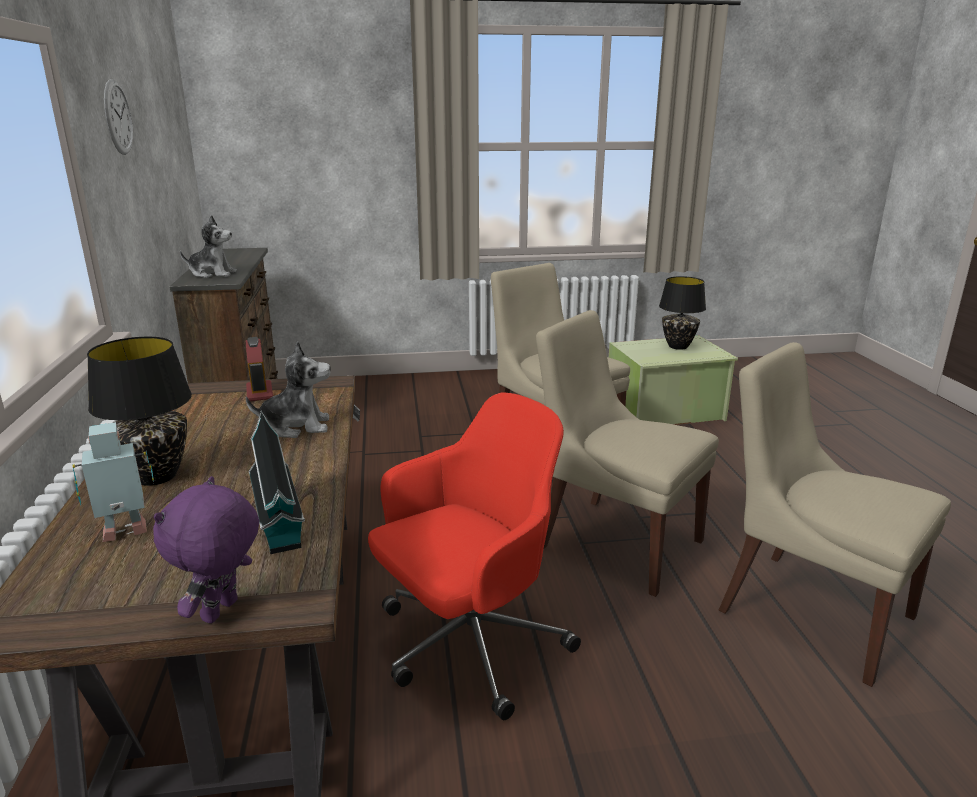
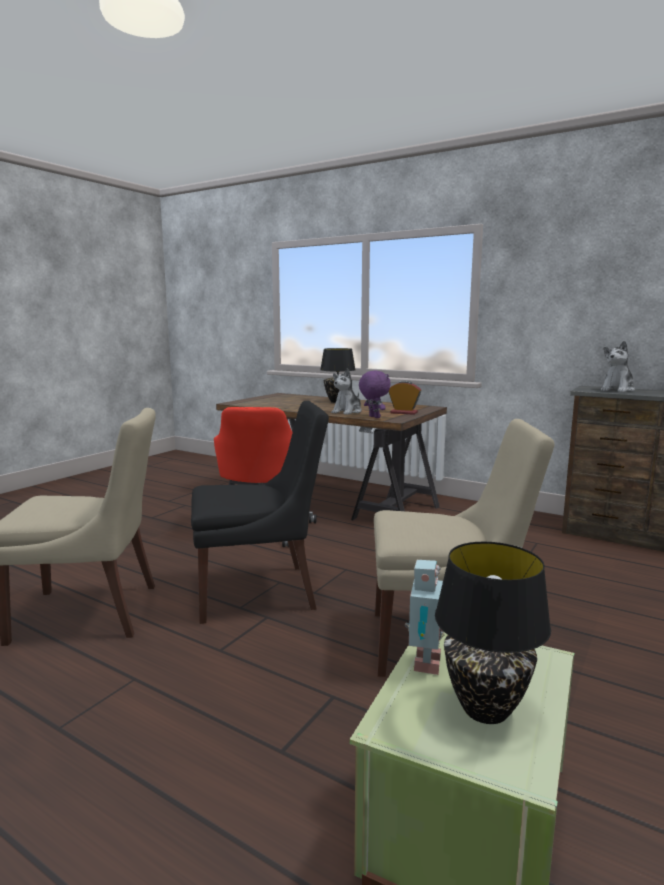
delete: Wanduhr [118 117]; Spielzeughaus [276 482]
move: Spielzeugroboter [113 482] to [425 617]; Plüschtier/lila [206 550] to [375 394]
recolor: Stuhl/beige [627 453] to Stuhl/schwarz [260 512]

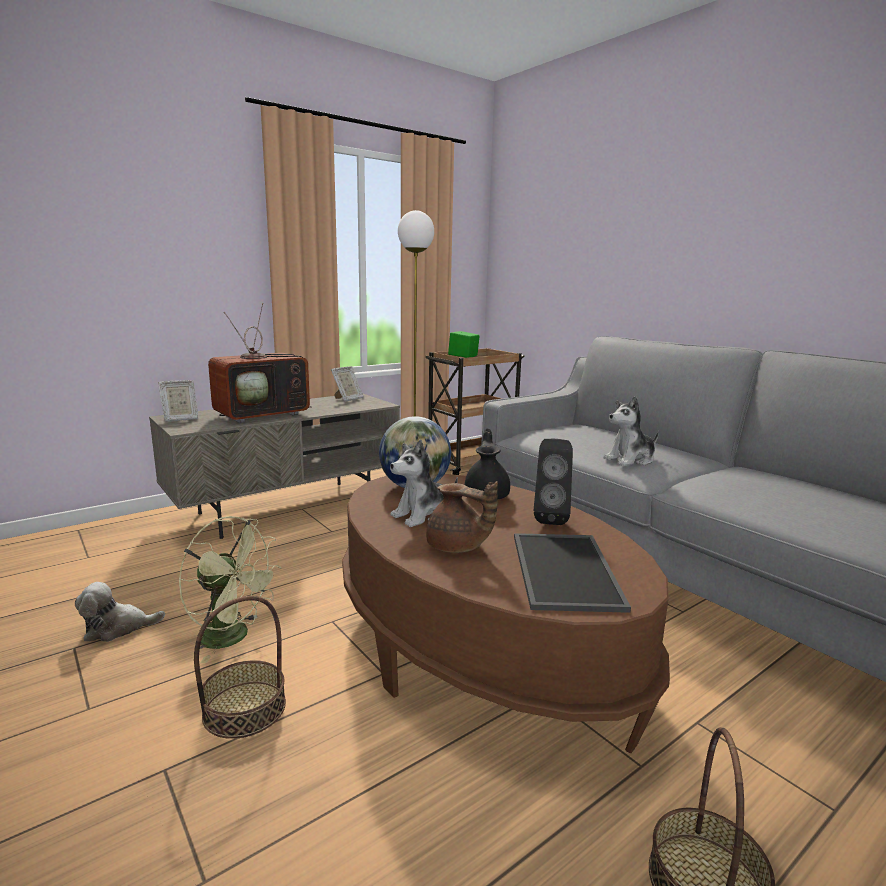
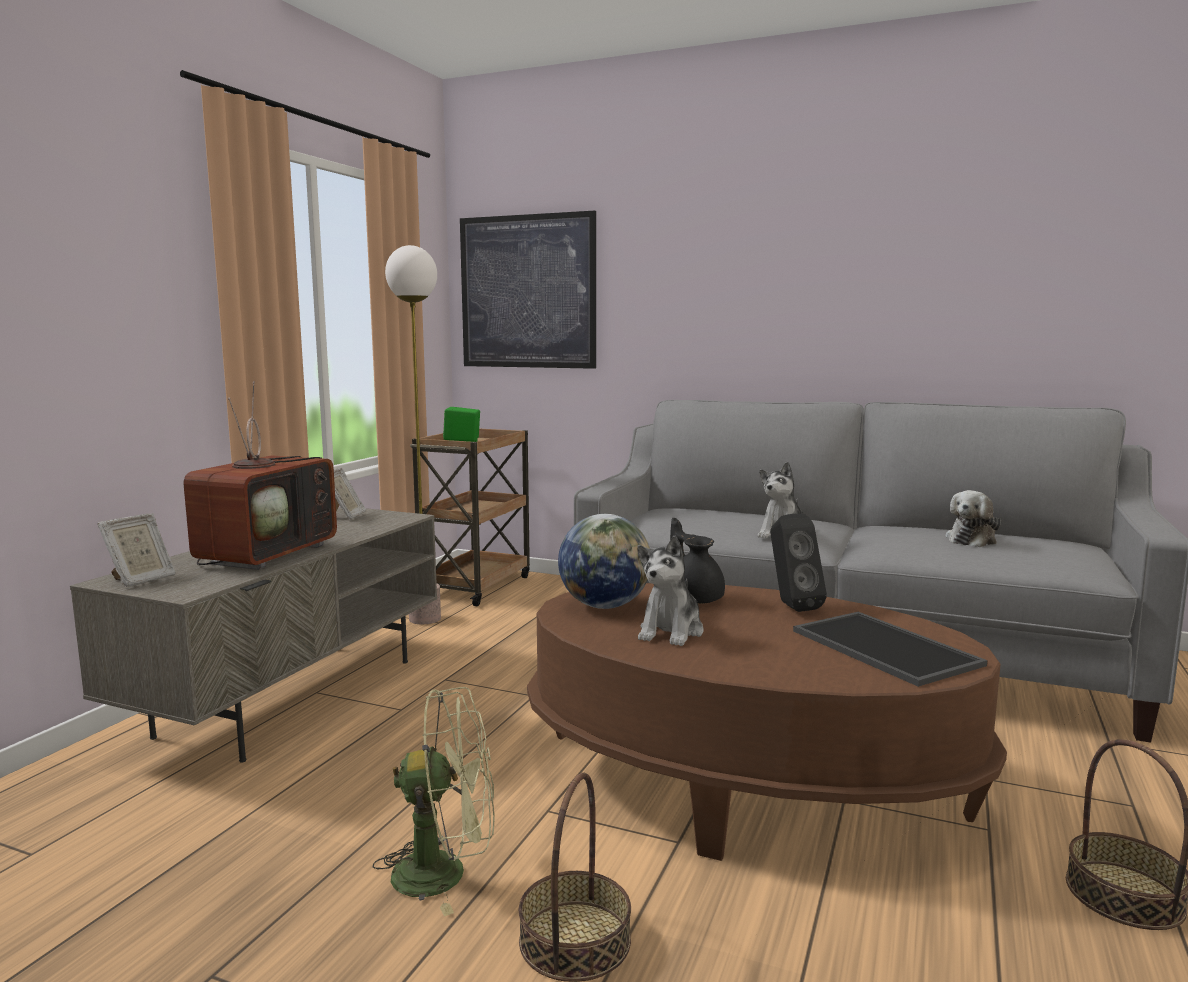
delete: Teekanne/braun [462 517]
insert: Bild [528 290]
move: Plüschtier [120 612] to [973 518]

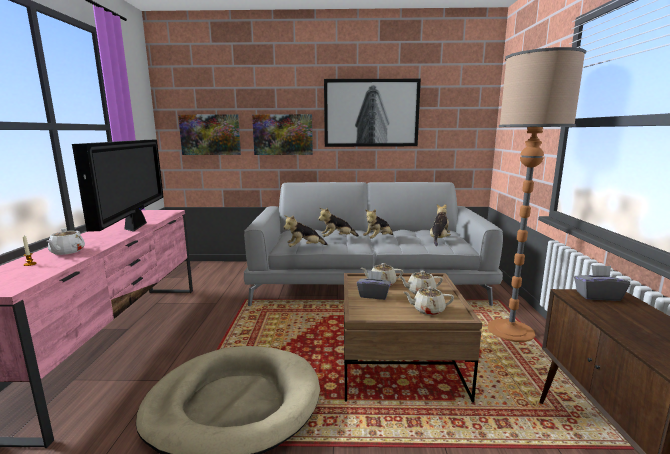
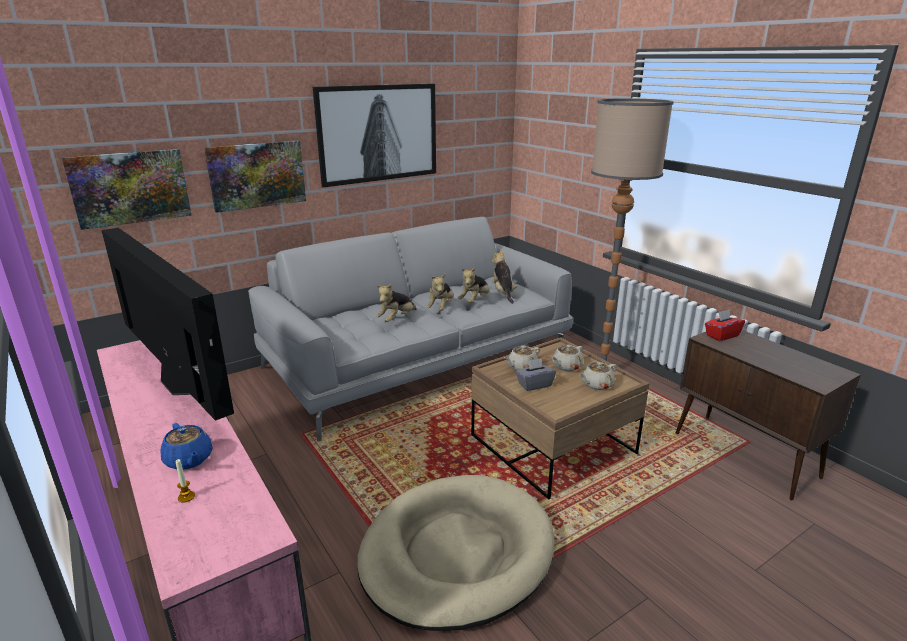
move: Plüschtier [305 231] to [473 285]
recolor: Teekanne/weiß [66 241] to Teekanne/blau [186 446]; Taschentuchbox/grau [602 283] to Taschentuchbox/rot [725 325]

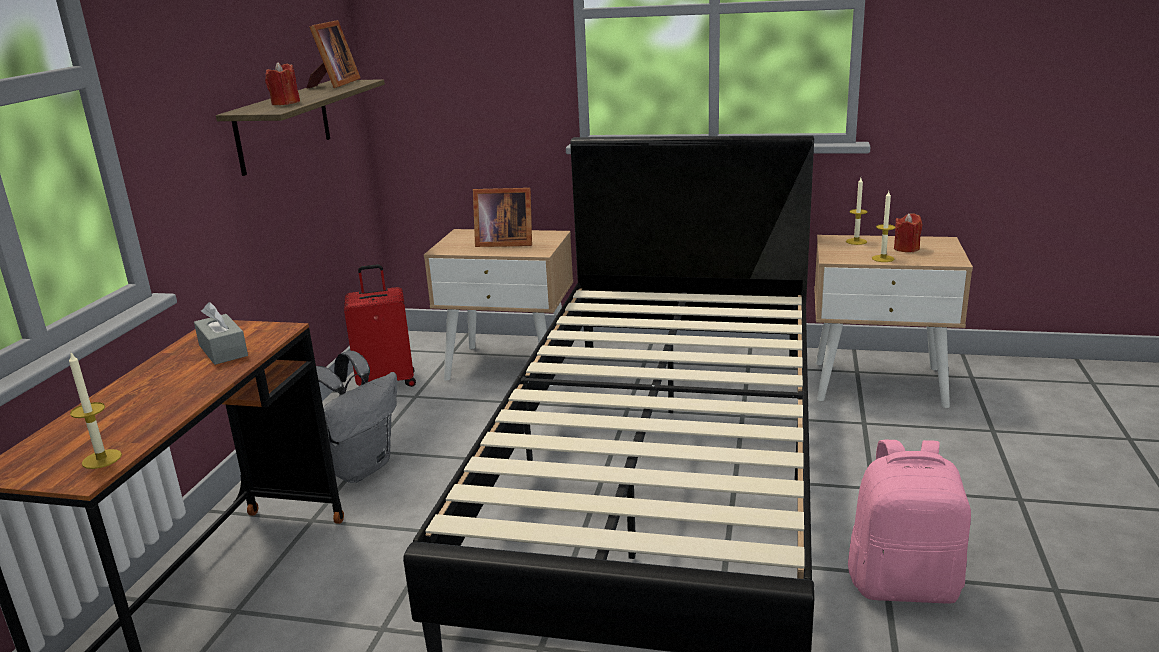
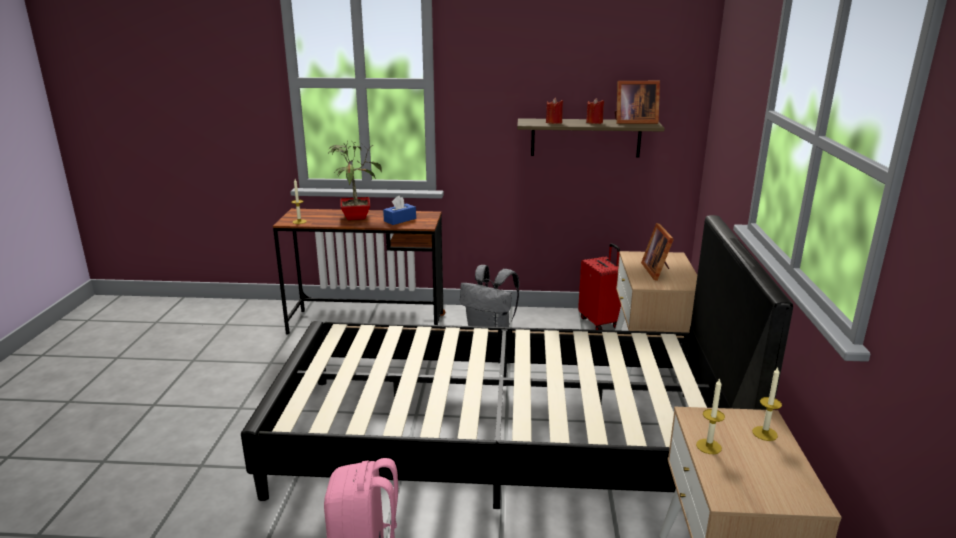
insert: Topfpflanze [355 180]
move: Kerze/rot [908 232] to [595 111]
recolor: Taschentuchbox/grau [221 333] to Taschentuchbox/blau [399 210]

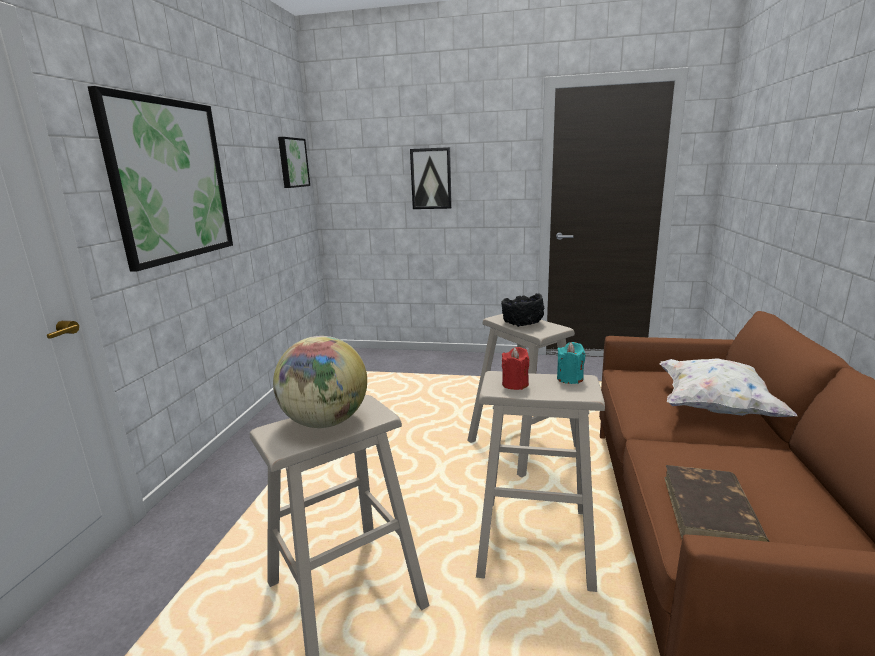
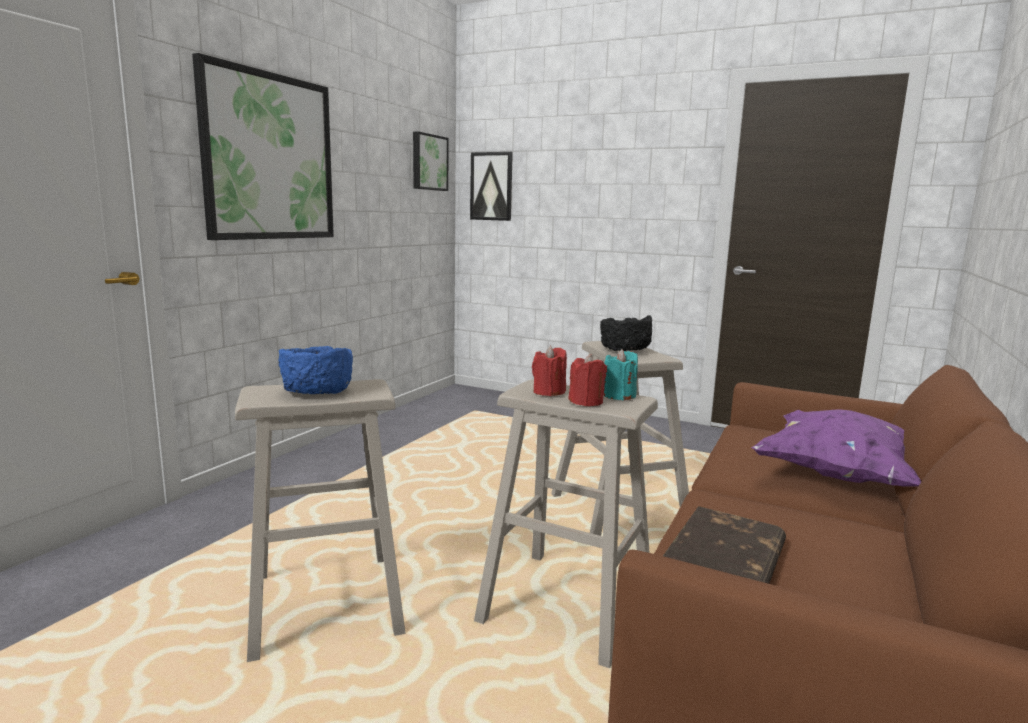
insert: Kerze/rot [587 380]
move: Bild [431 178] to [491 186]
replace: Globus [320 382] to Schüssel/blau [316 370]
recolor: Kissen/weiß [728 387] to Kissen/lila [836 448]

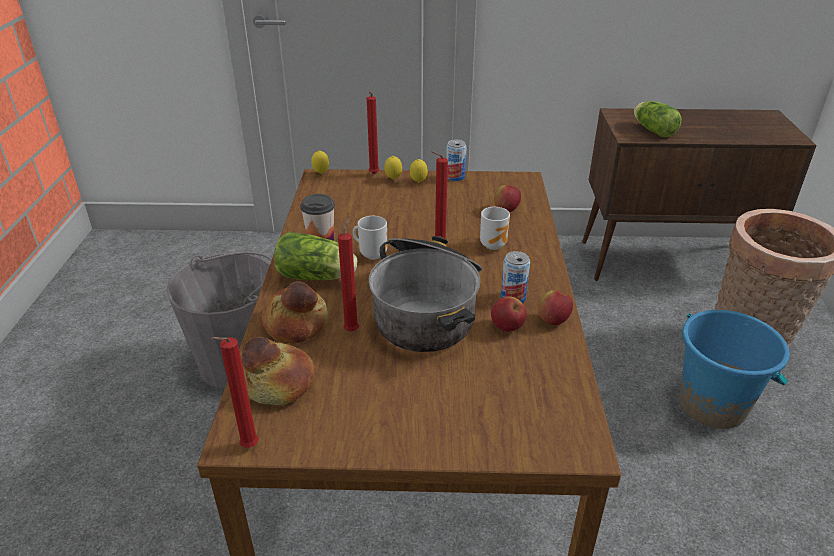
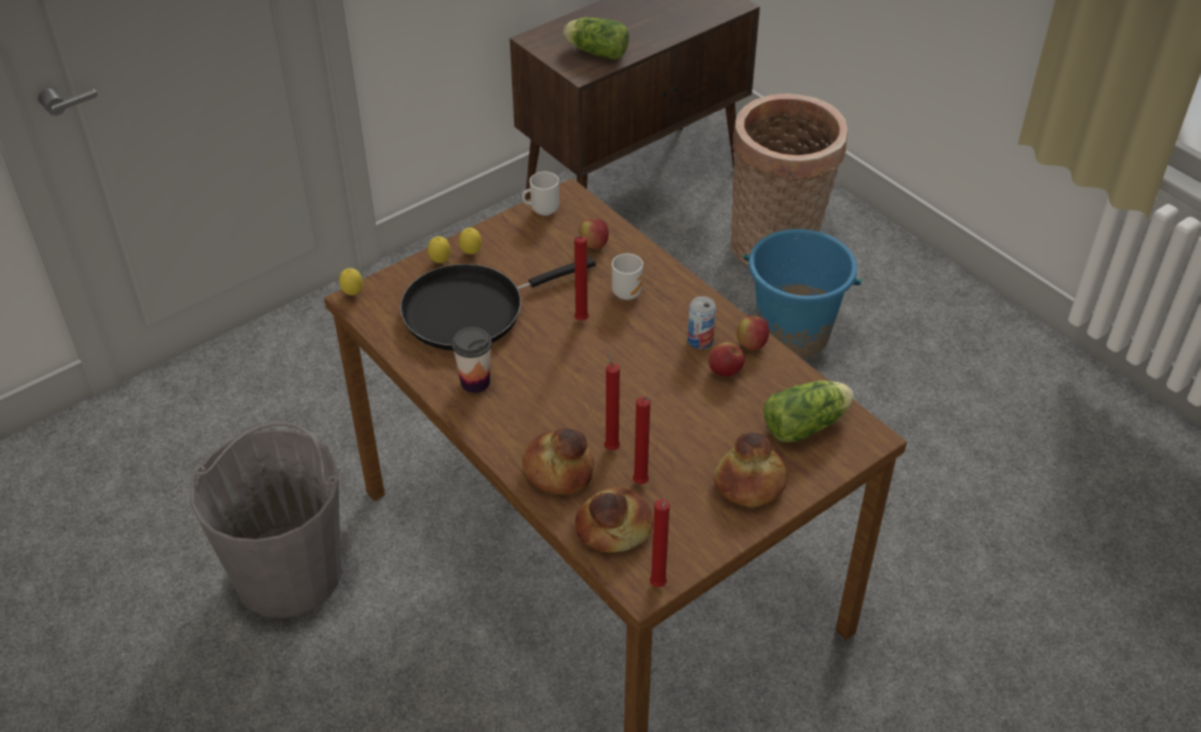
delete: Dose [456 160]; Kochtopf [425 294]
insert: Pfanne/schwarz [498 304]; Brot [750 469]
move: Kerze/rot [373 133] to [642 440]; Henkelbecher [370 238] to [540 194]; Salatkopf [315 256] to [808 411]

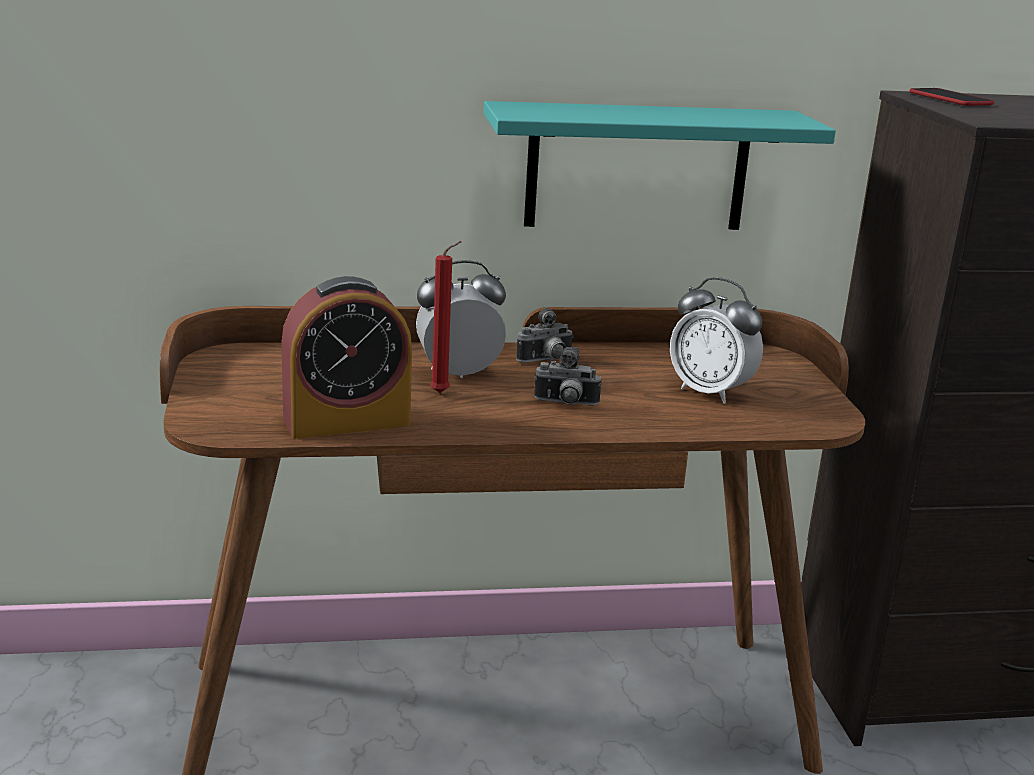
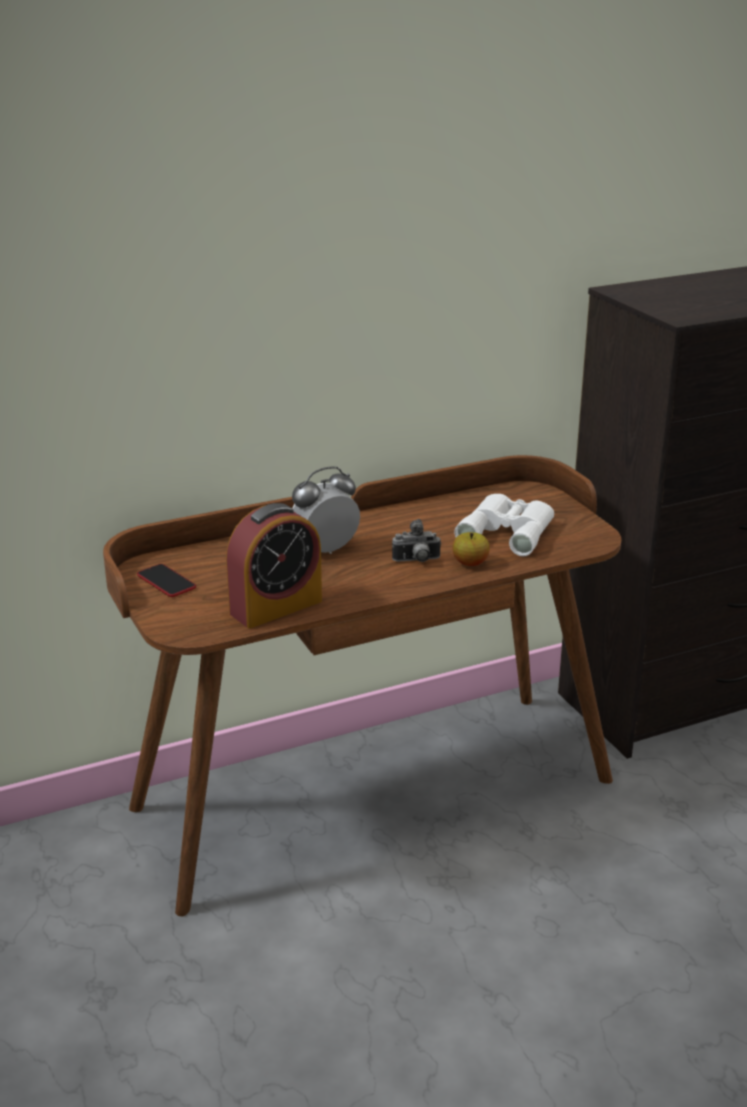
delete: Wandregal/türkis [659 165]; Kerze/rot [446 317]; Kamera [545 335]
insert: Apfel [471 549]
move: Handy [952 97] to [166 580]
replace: Wecker [716 340] to Fernglas/weiß [504 525]

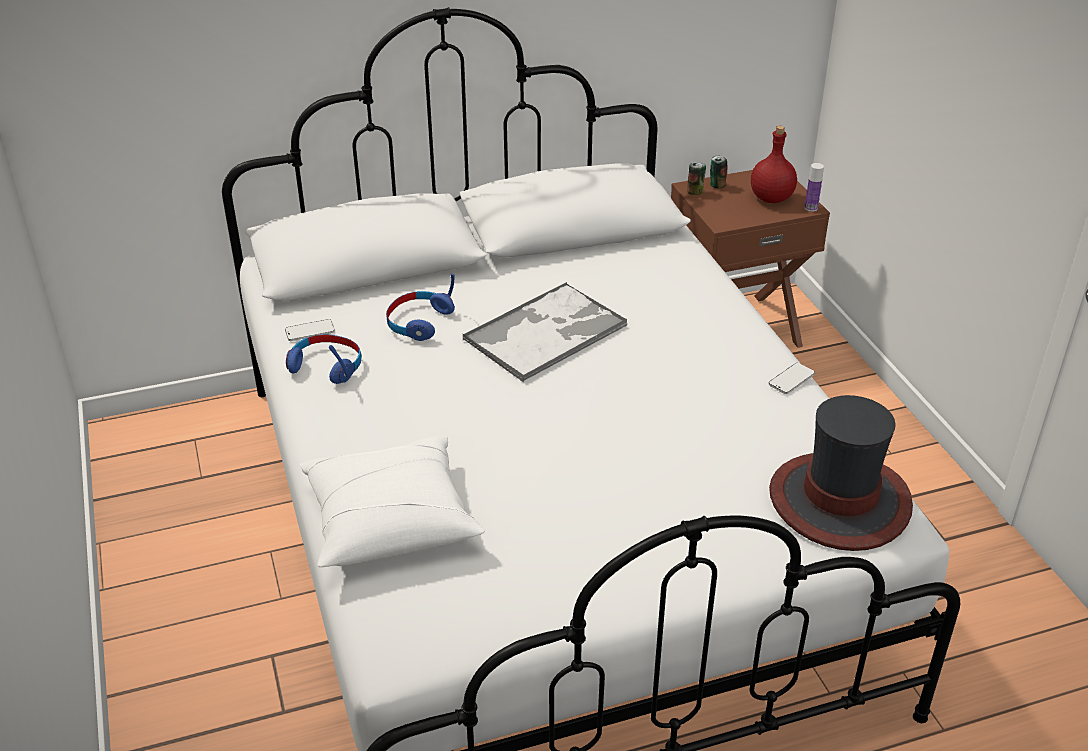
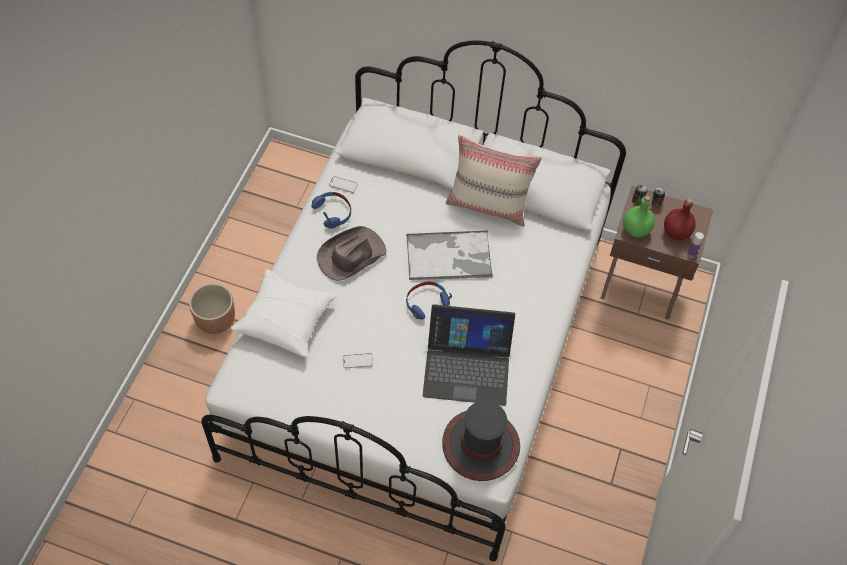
insert: Kissen/beige [494 180]; Flasche/grün [639 217]; Hut/braun [351 253]; Pflanzkübel/braun [212 308]; Laptop [469 355]
move: Kopfhörer/blau [420 307] to [429 301]; Handy [792 378] to [358 360]

